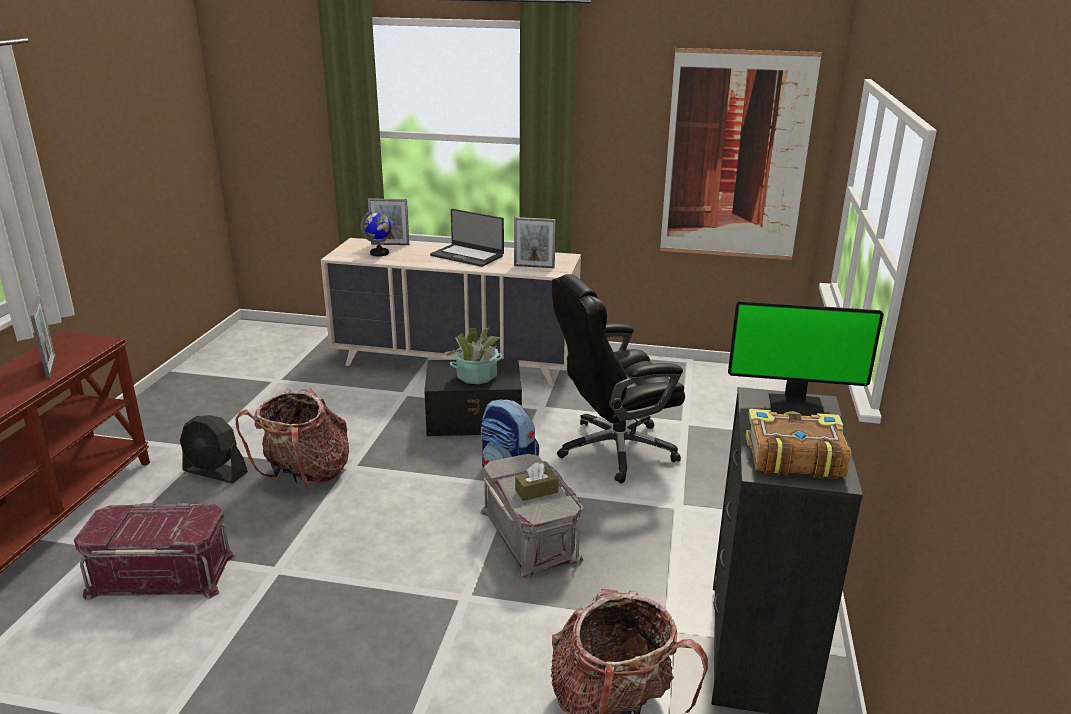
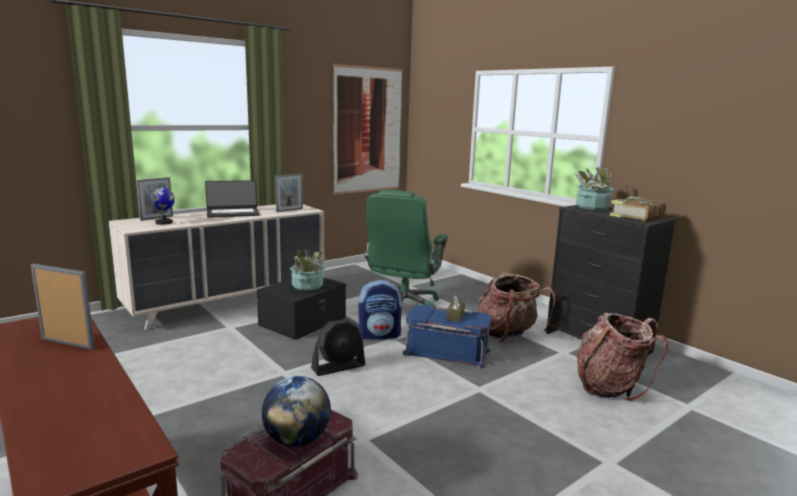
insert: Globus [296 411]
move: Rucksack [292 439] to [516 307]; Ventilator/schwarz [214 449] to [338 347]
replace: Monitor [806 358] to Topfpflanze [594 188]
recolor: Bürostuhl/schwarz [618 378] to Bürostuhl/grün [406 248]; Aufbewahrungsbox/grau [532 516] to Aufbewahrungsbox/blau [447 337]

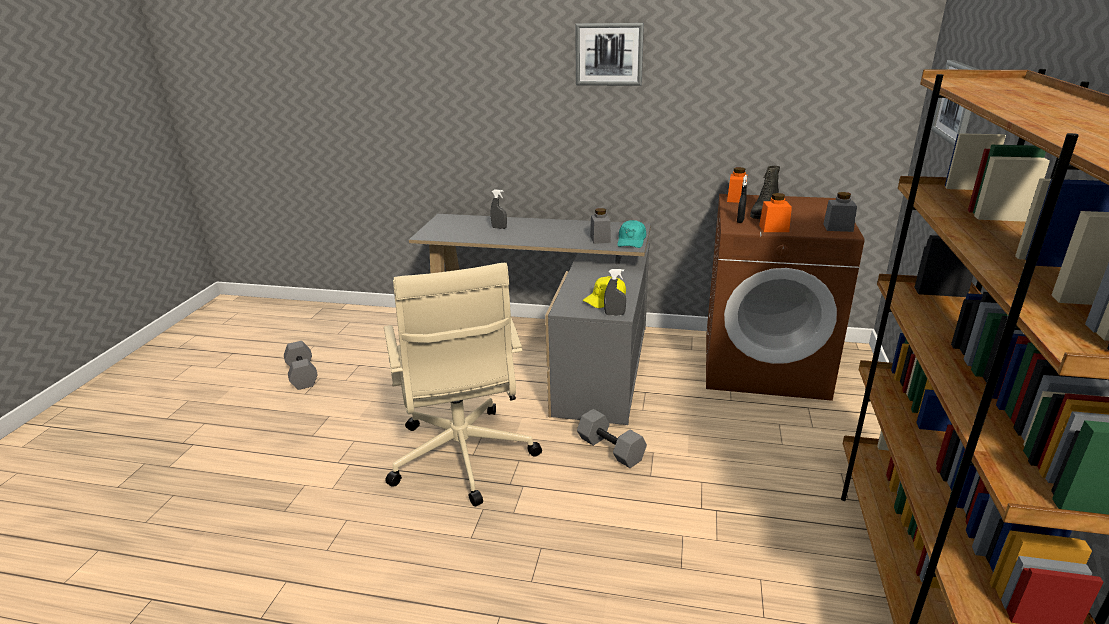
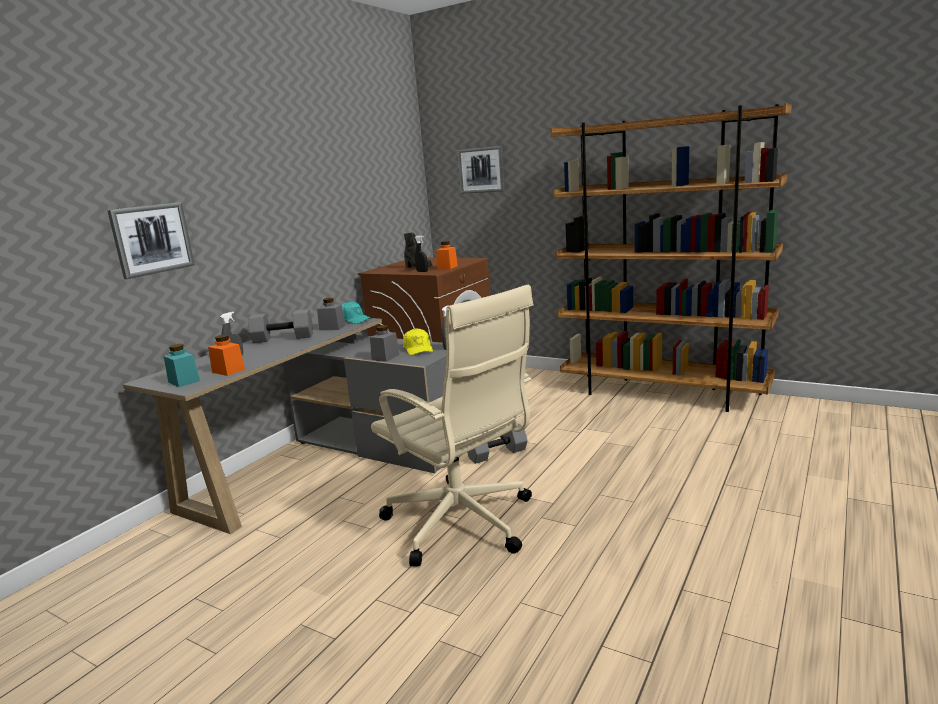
insert: Vorratsglas/türkis [182 365]
move: Bild [609 54] to [151 240]; Vorratsglas/orange [736 185] to [226 355]; Vorratsglas/grau [840 212] to [385 343]; Hantel/grau [301 365] to [280 326]
rotate: Bürostuhl/beige [463 384] = [452 426] 45 degrees clockwise

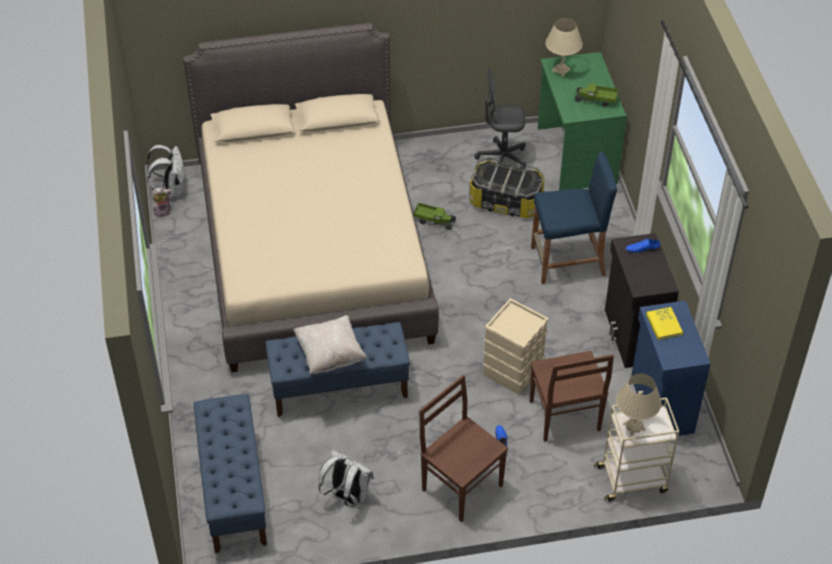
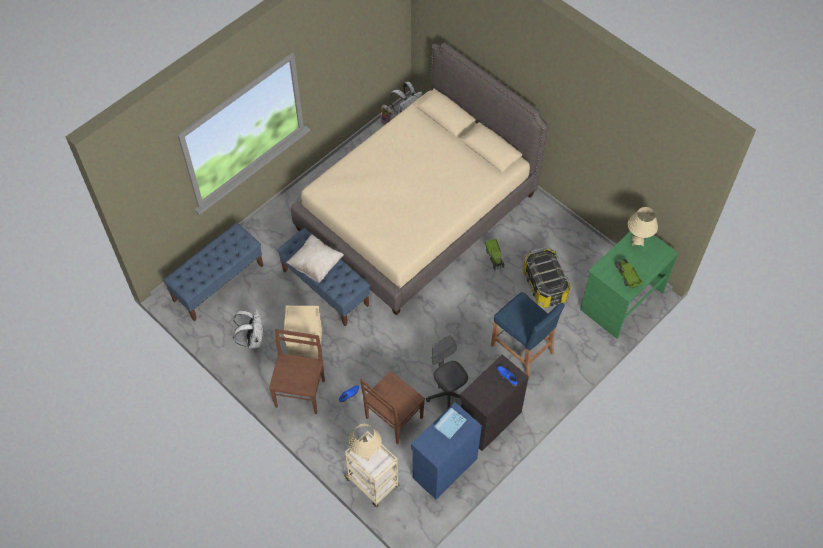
move: Bürostuhl/grau [500 118] to [447 372]; Aufbewahrungsbox/beige [516 346] to [303 332]
recolor: Buch/gelb [664 323] to Buch/blau [450 423]

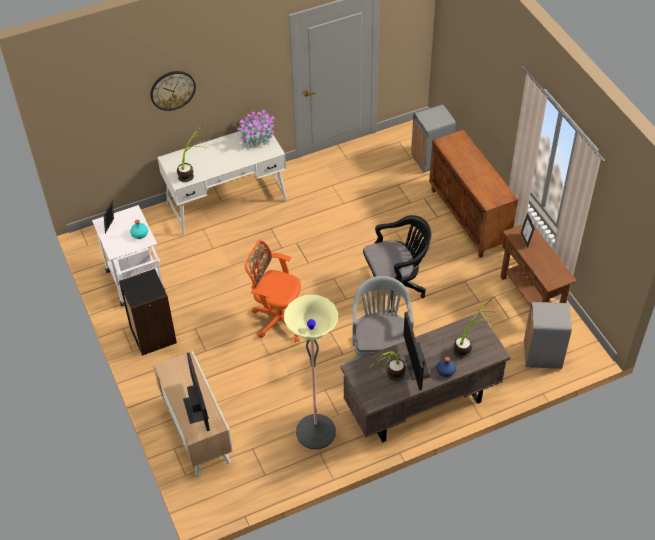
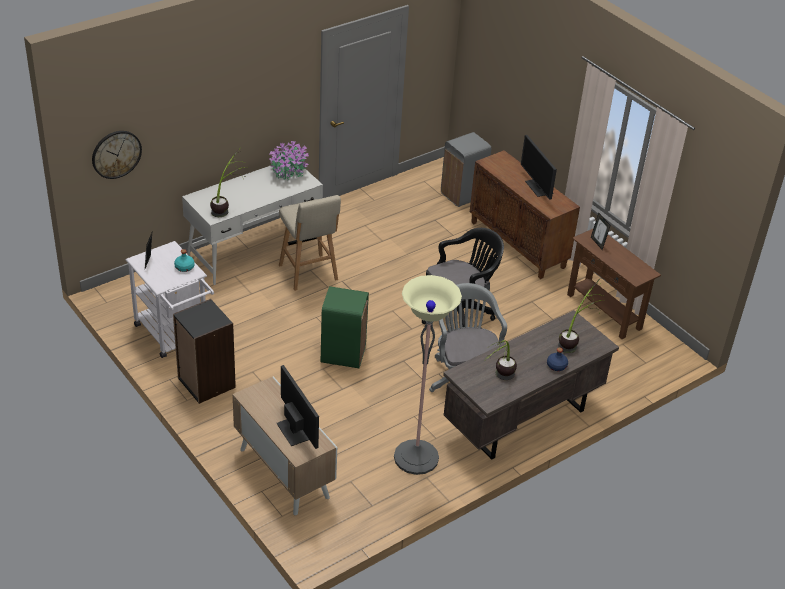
delete: Mülleimer/grau [548 335]
insert: Hocker/beige [310 243]
move: Wanduhr [173 91] to [117 155]; Monitor [416 350] to [539 167]
replace: Bürostuhl/orange [273 291] to Mülleimer/grün [345 327]

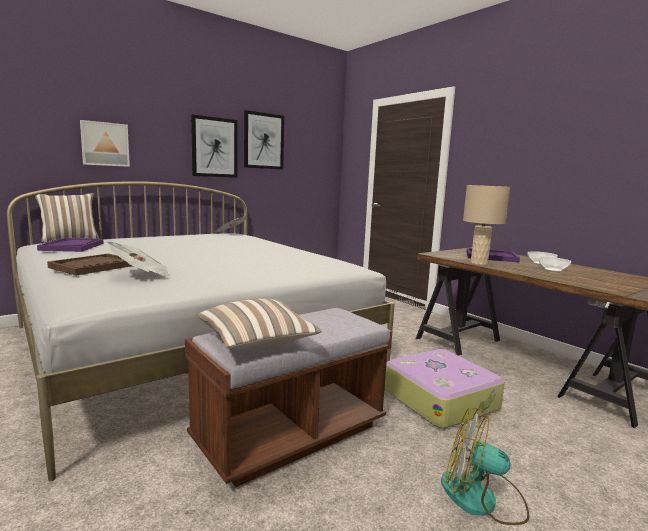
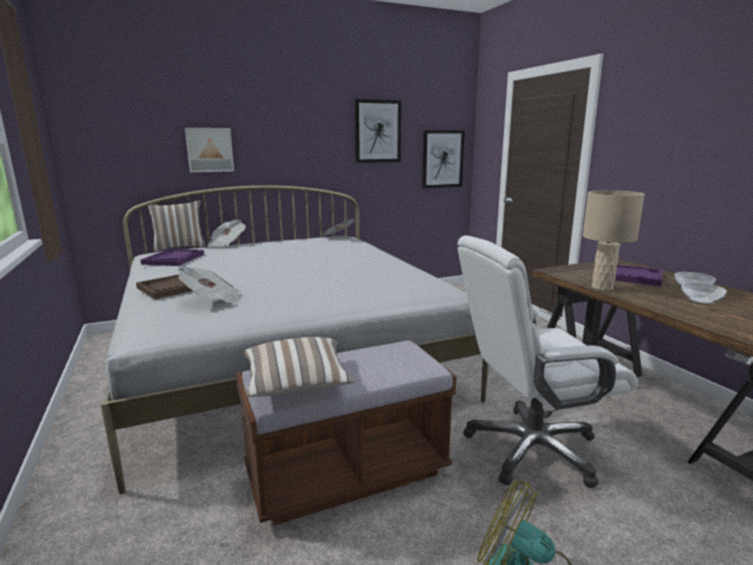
insert: Zeitung [226 233]
move: Bild [214 146] to [443 159]
replace: Koffer [445 389] to Bürostuhl/weiß [548 361]

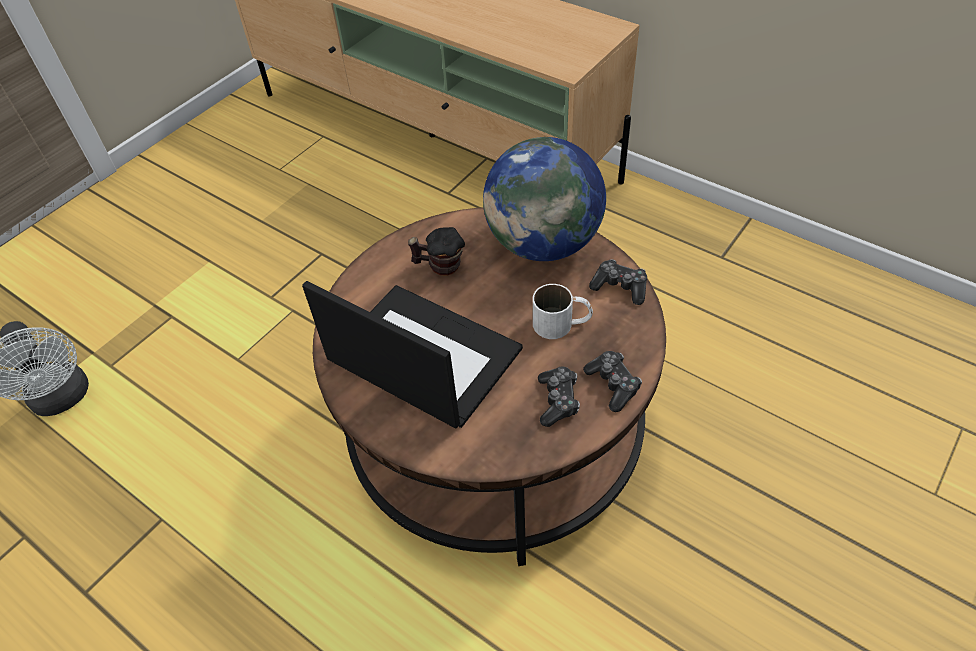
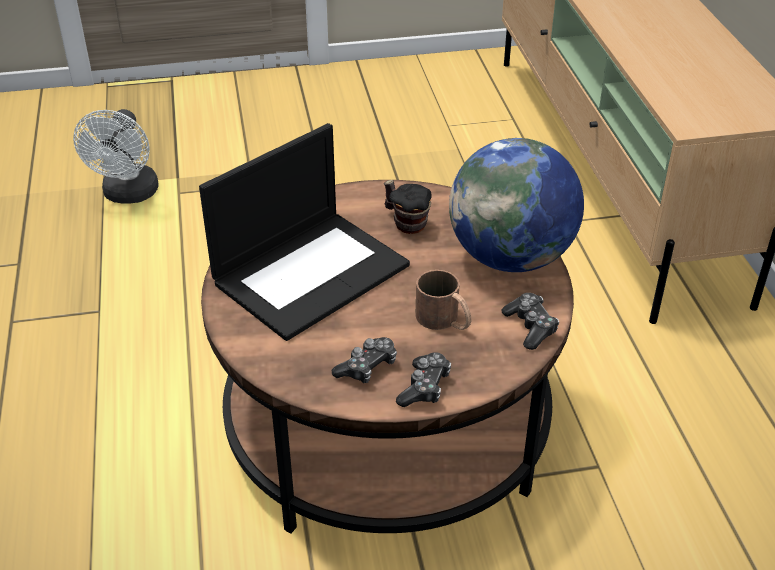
recolor: Henkelbecher/weiß [563 311] to Henkelbecher/braun [443 300]
rotate: Laptop [412 354] = [304 232] 60 degrees clockwise

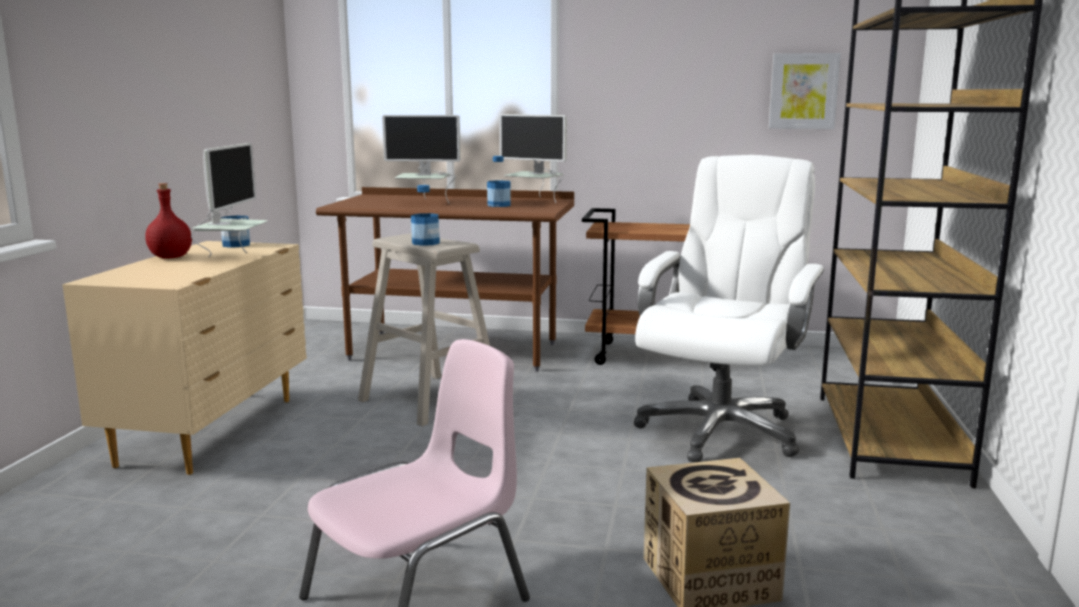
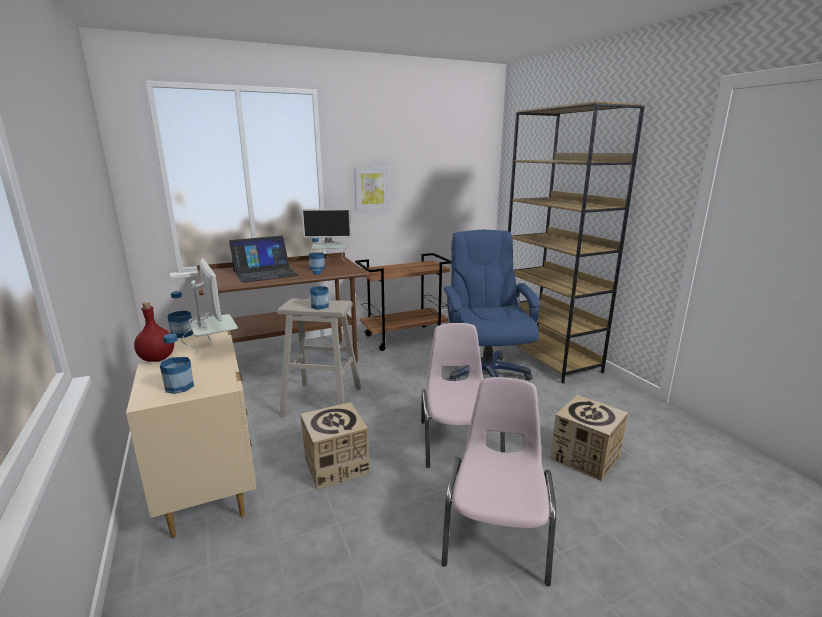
insert: Stuhl/rosa [463 395]; Flasche [177 364]; Karton [335 446]
move: Bild [805 91] to [372 189]
replace: Monitor [421 159] to Laptop [264 259]
recolor: Bürostuhl/weiß [729 308] to Bürostuhl/blau [491 305]

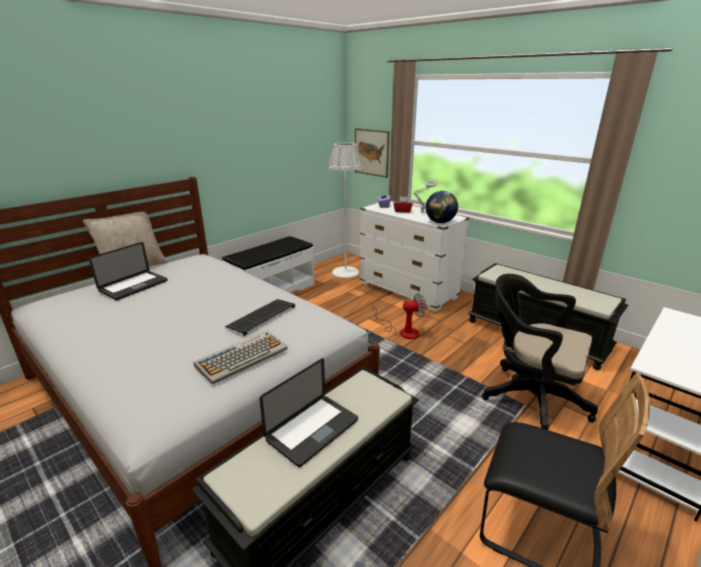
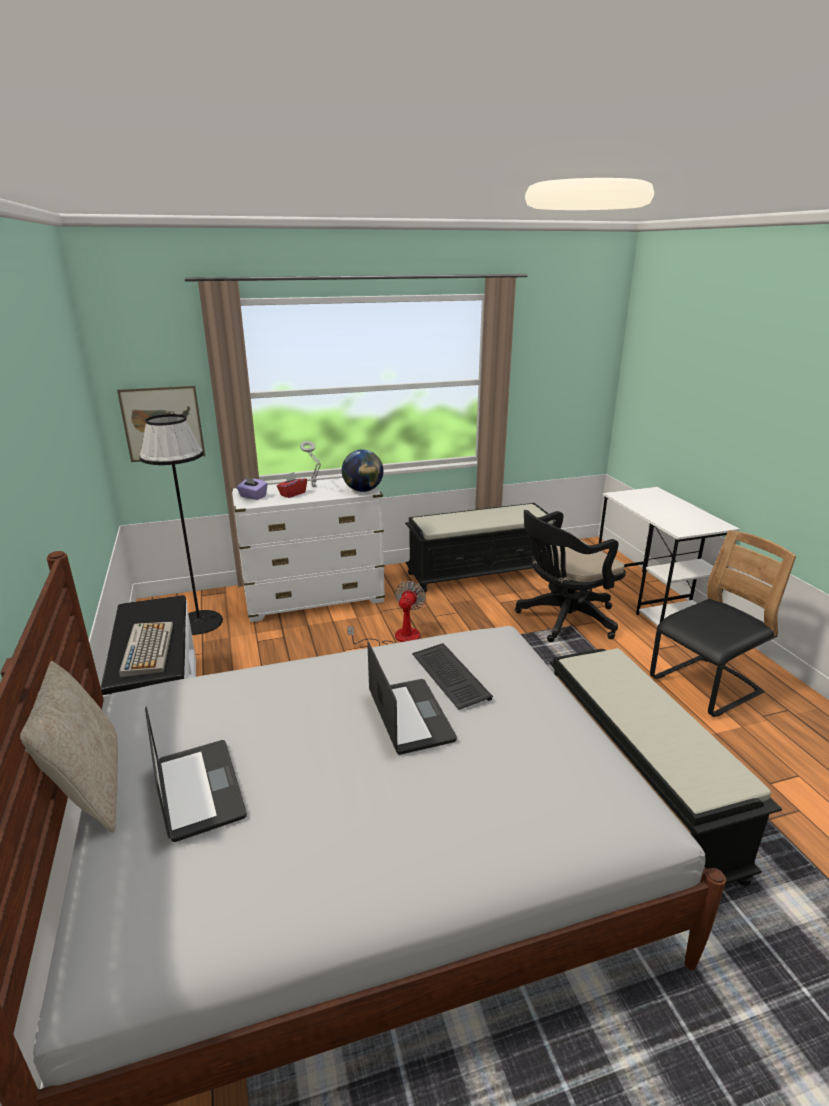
move: Tastatur [241 358] to [146 650]; Laptop [308 412] to [412 698]
recolor: Stehlampe/weiß [345 210] to Stehlampe/schwarz [181 524]

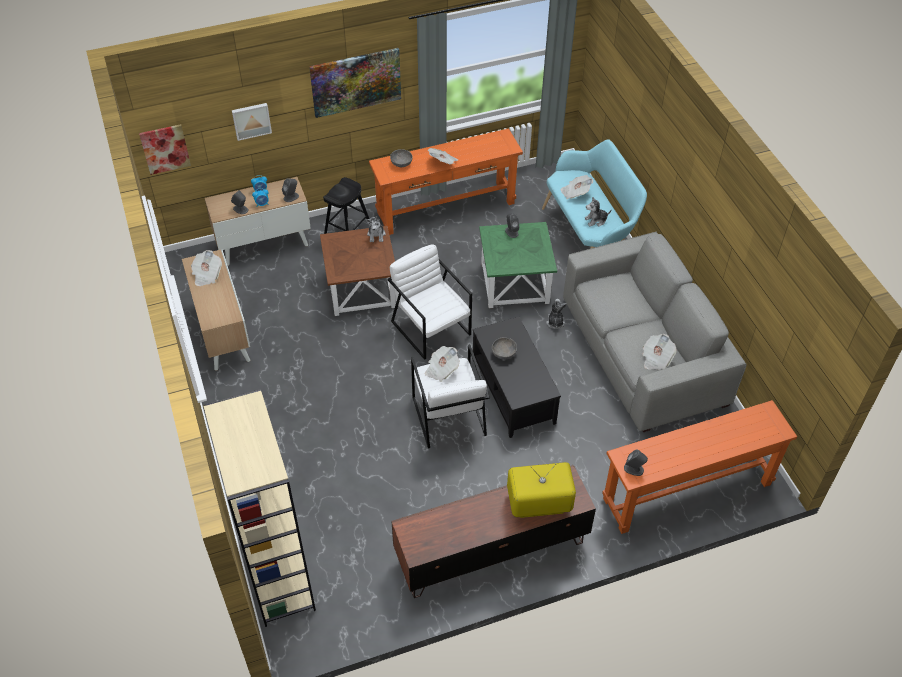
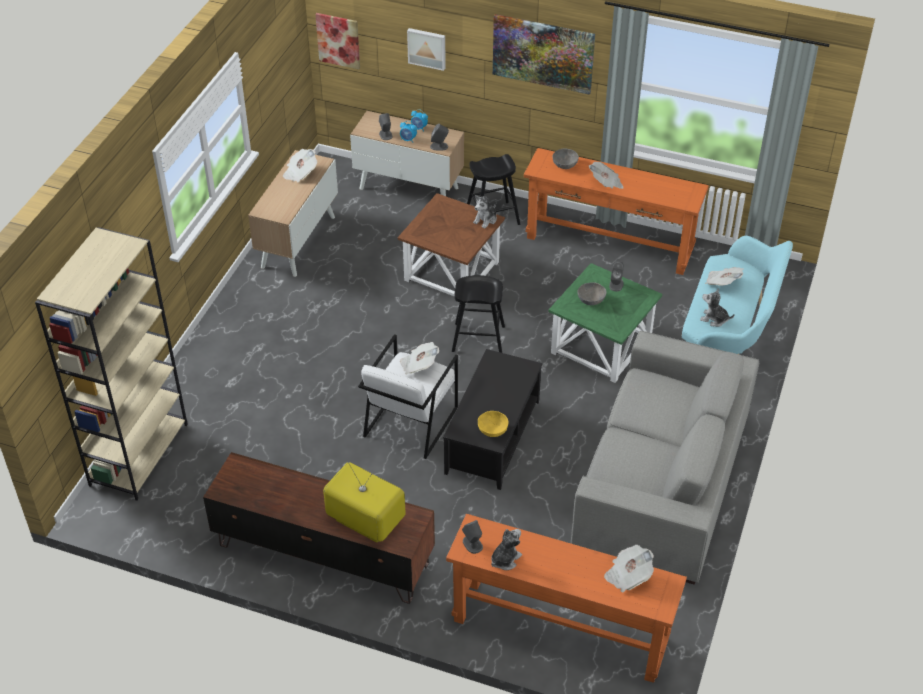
insert: Schüssel/gelb [493 424]
move: Plüschtier [556 314] to [506 549]; Zeitung [659 352] to [629 568]; Schüssel/grau [504 349] to [592 293]
replace: Sessel/weiß [430 302] to Hocker/schwarz [478 314]

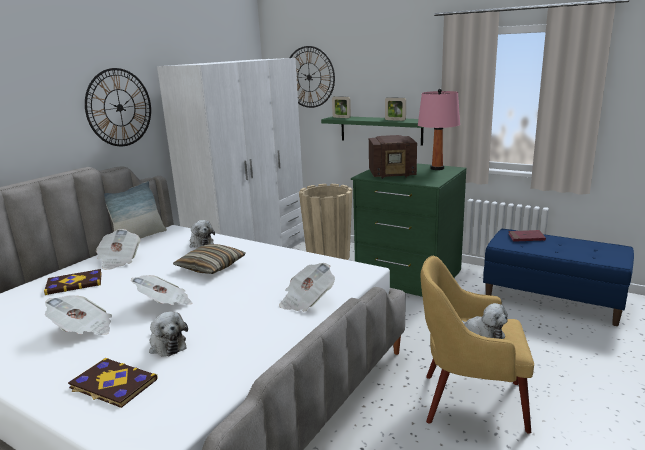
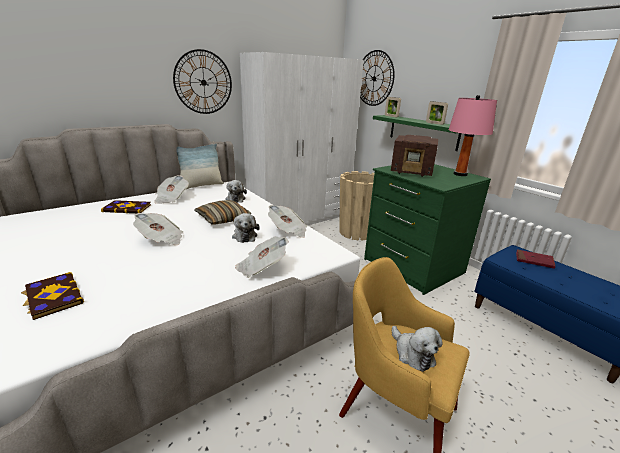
move: Zeitung [78 315] to [287 221]; Plüschtier [168 334] to [245 228]

